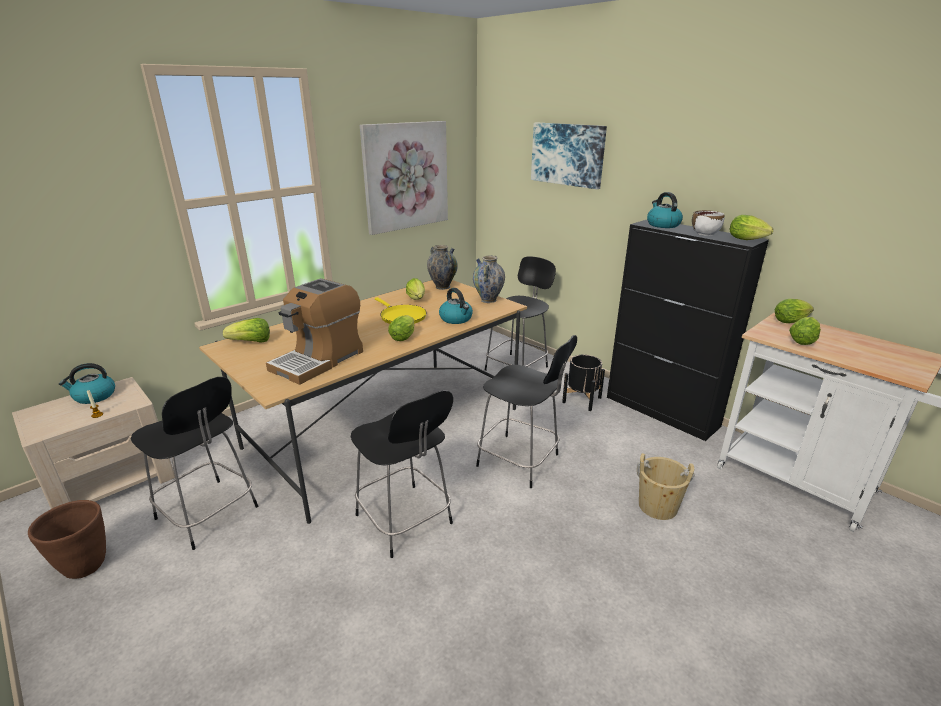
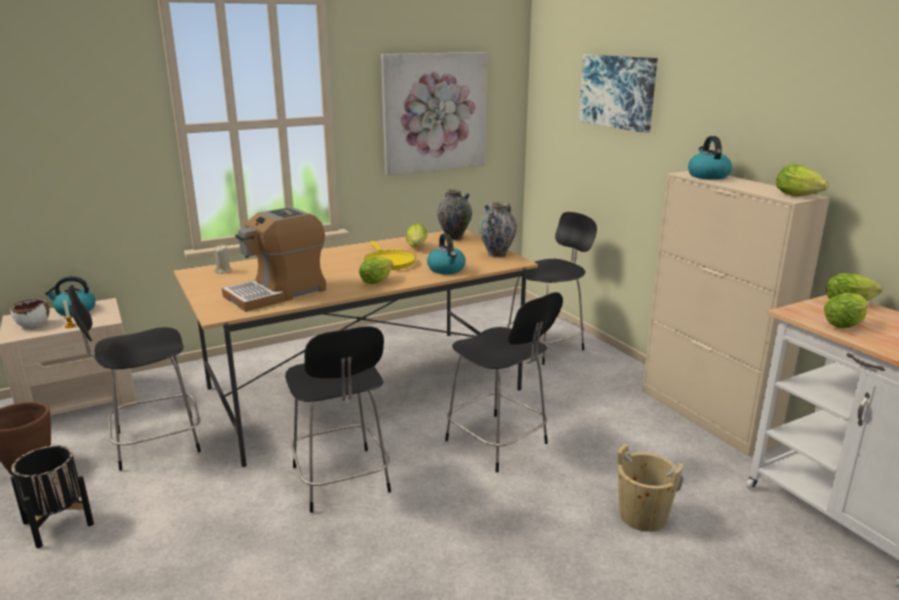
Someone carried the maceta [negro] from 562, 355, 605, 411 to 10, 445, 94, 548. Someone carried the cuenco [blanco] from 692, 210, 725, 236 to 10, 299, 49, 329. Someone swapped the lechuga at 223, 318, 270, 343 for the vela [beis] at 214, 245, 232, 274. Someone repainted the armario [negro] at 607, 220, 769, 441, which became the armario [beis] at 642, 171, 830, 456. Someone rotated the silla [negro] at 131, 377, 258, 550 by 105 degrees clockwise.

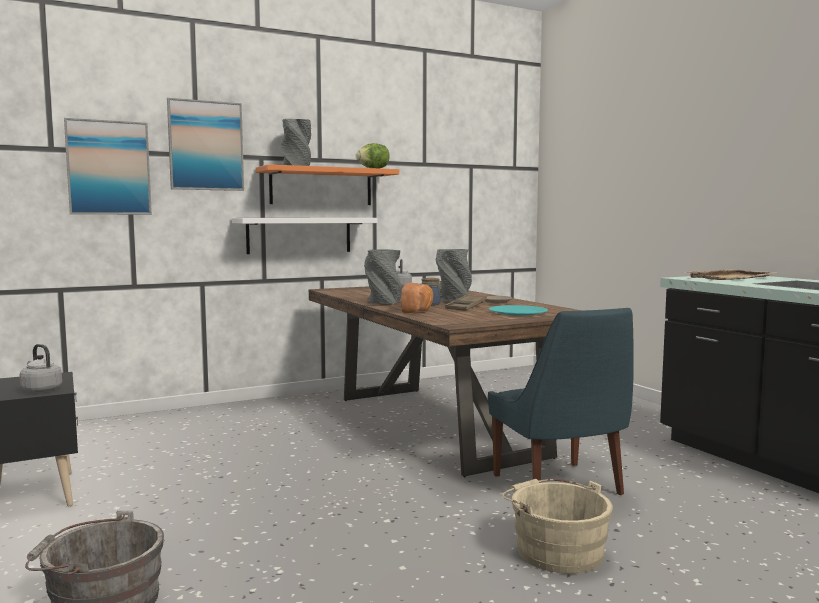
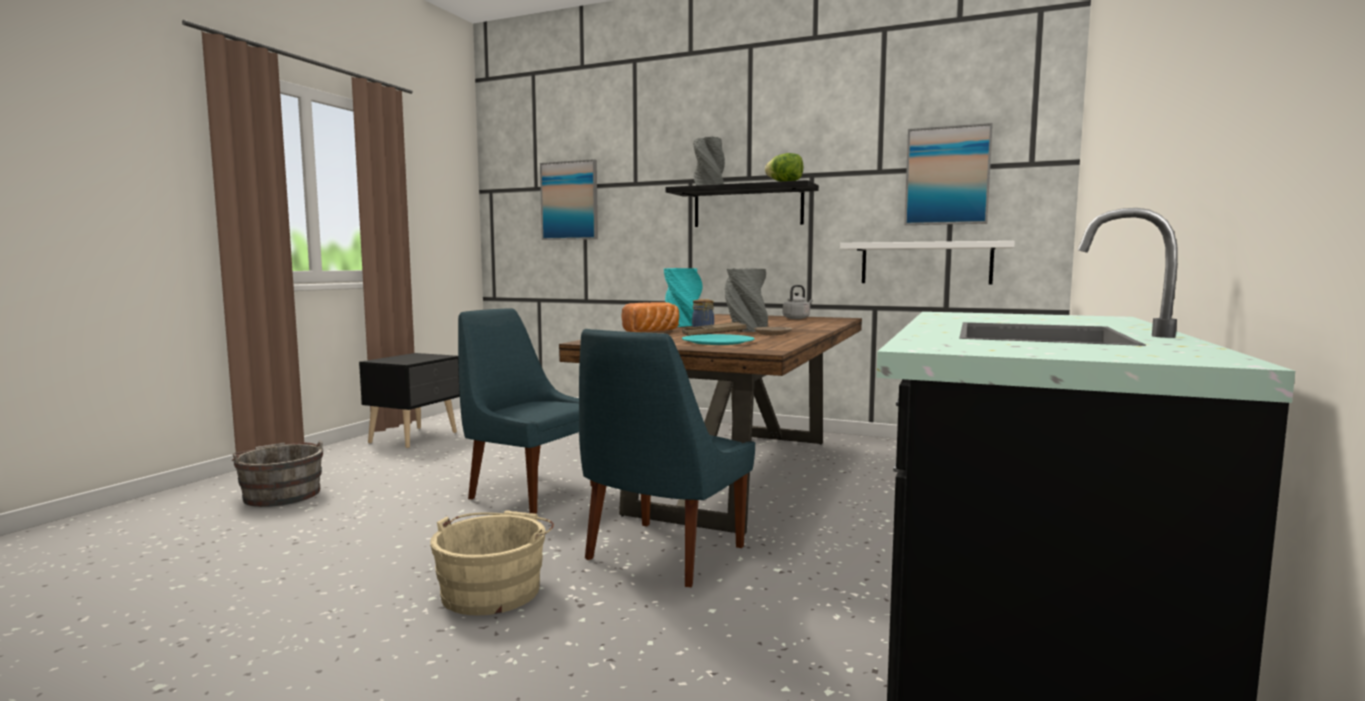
Someone took away the hervidor [gris] at 19, 344, 62, 393. Someone took away the bandeja [beis] at 683, 269, 778, 280. Someone put down the silla [azul] at 458, 308, 593, 514. Someone carried the cuadro from 167, 98, 244, 191 to 904, 123, 993, 225. Someone carried the estante [blanco] from 232, 218, 378, 254 to 840, 241, 1015, 284. Someone repainted the estante [naranja] at 255, 164, 399, 205, which became the estante [negro] at 666, 180, 819, 227. Someone repainted the florero [gris] at 364, 249, 402, 304, which became the florero [turquesa] at 663, 268, 702, 327.

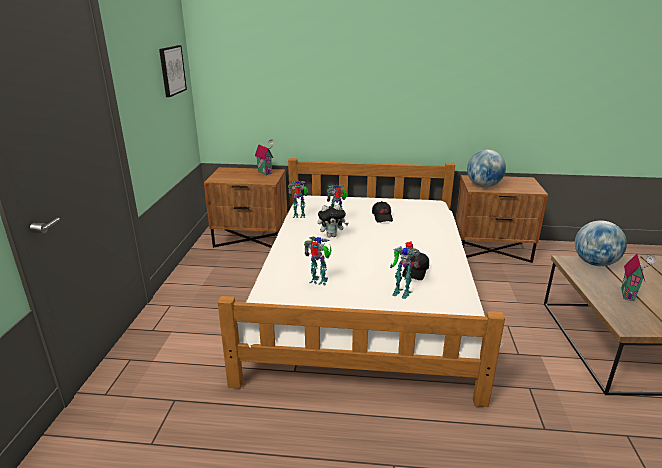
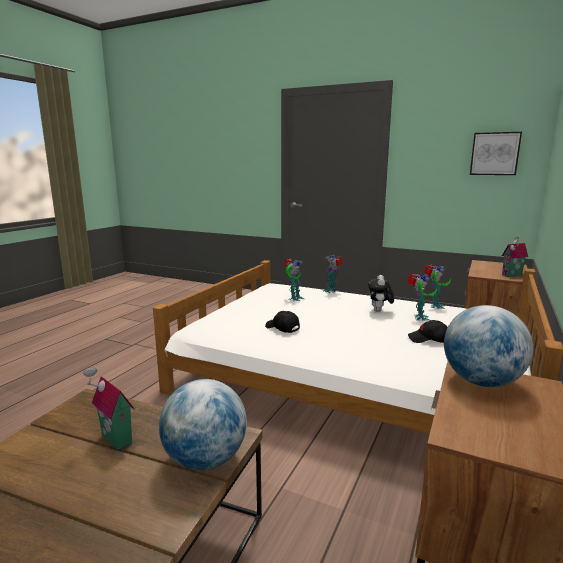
Someone carried the robot de juguete from 390, 241, 420, 299 to 323, 255, 342, 293.

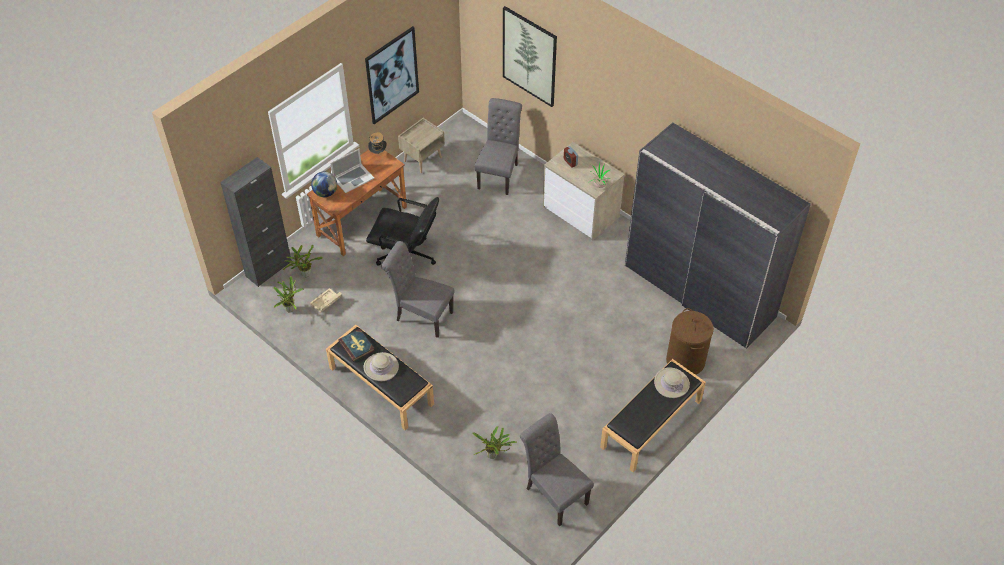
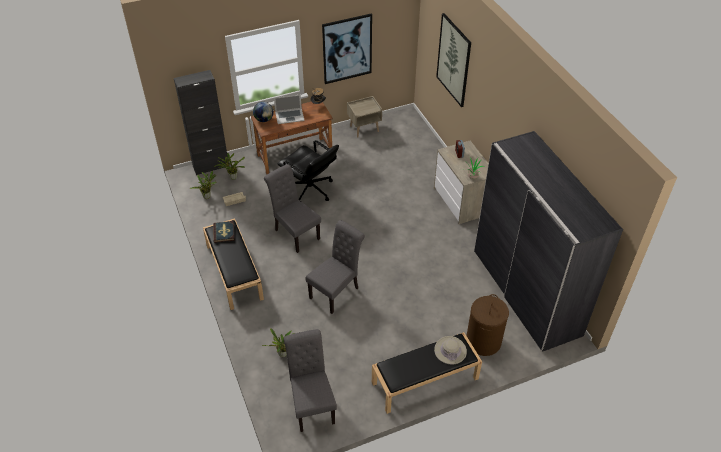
Someone took away the sombrero [beis] at 364, 352, 399, 381. Someone carried the silla [gris] from 475, 98, 522, 195 to 305, 220, 365, 314.

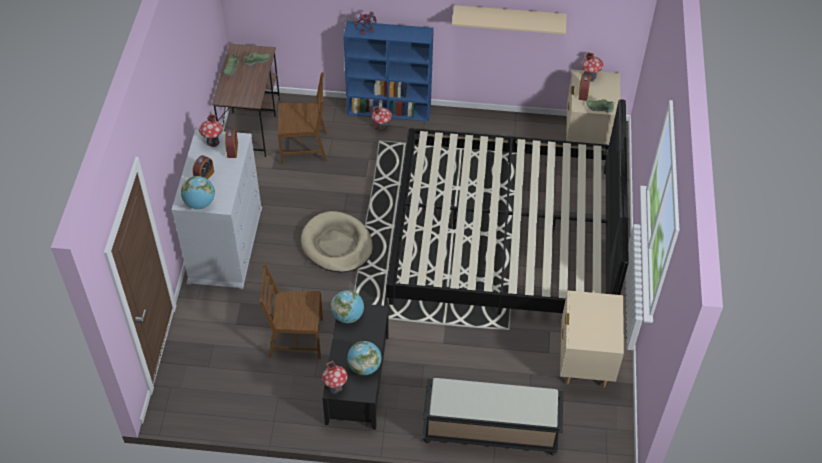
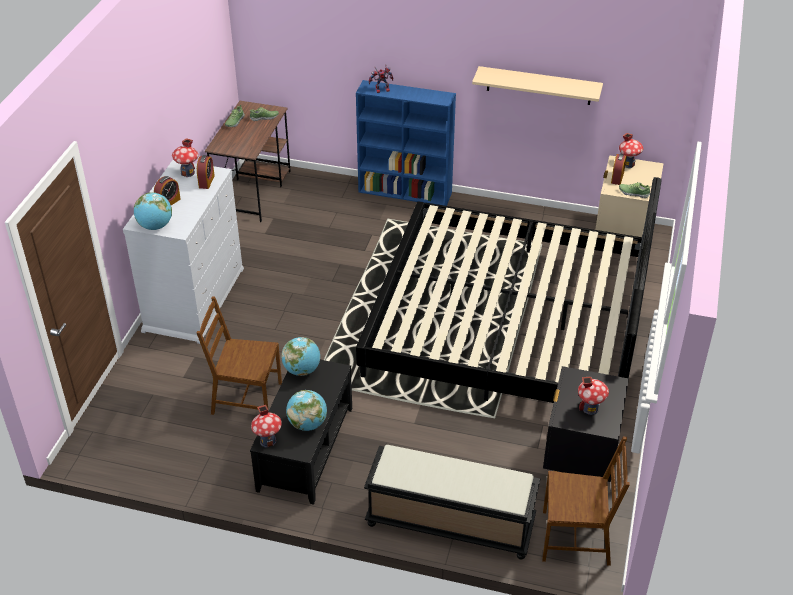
Someone took away the cama para perro [beis] at 301, 211, 373, 272. Someone carried the silla [marrón] from 278, 73, 327, 164 to 542, 437, 630, 566. Someone carried the casita from 372, 106, 392, 131 to 578, 376, 609, 415. Someone repainted the mesita de noche [beis] at 560, 290, 624, 387, which became the mesita de noche [negro] at 543, 366, 629, 482.

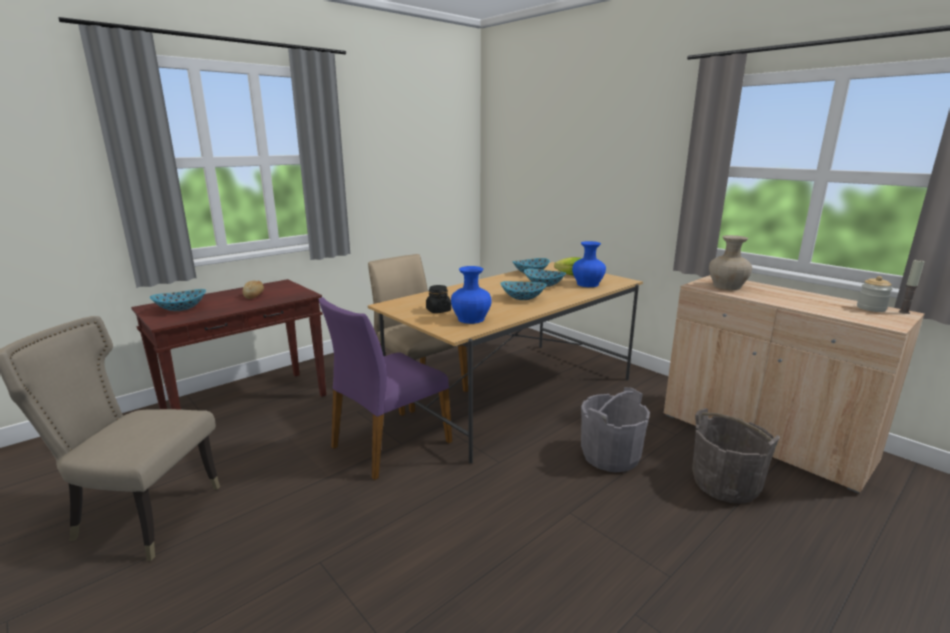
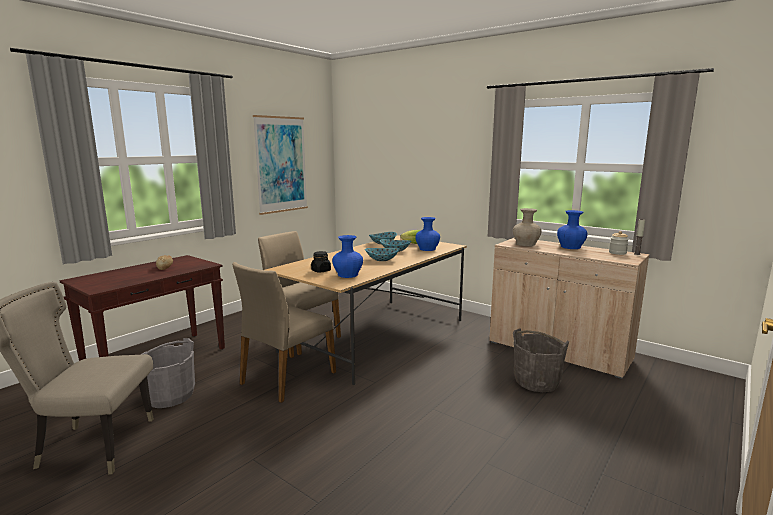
Someone took away the cuenco at 150, 289, 206, 311. Someone put up the cuadro at 253, 115, 308, 215. Someone put down the florero [azul] at 557, 210, 588, 249. Someone carried the cubo [gris] from 581, 387, 650, 472 to 140, 338, 195, 408. Someone repainted the silla [morado] at 319, 297, 452, 480, which became the silla [beis] at 232, 262, 336, 403.

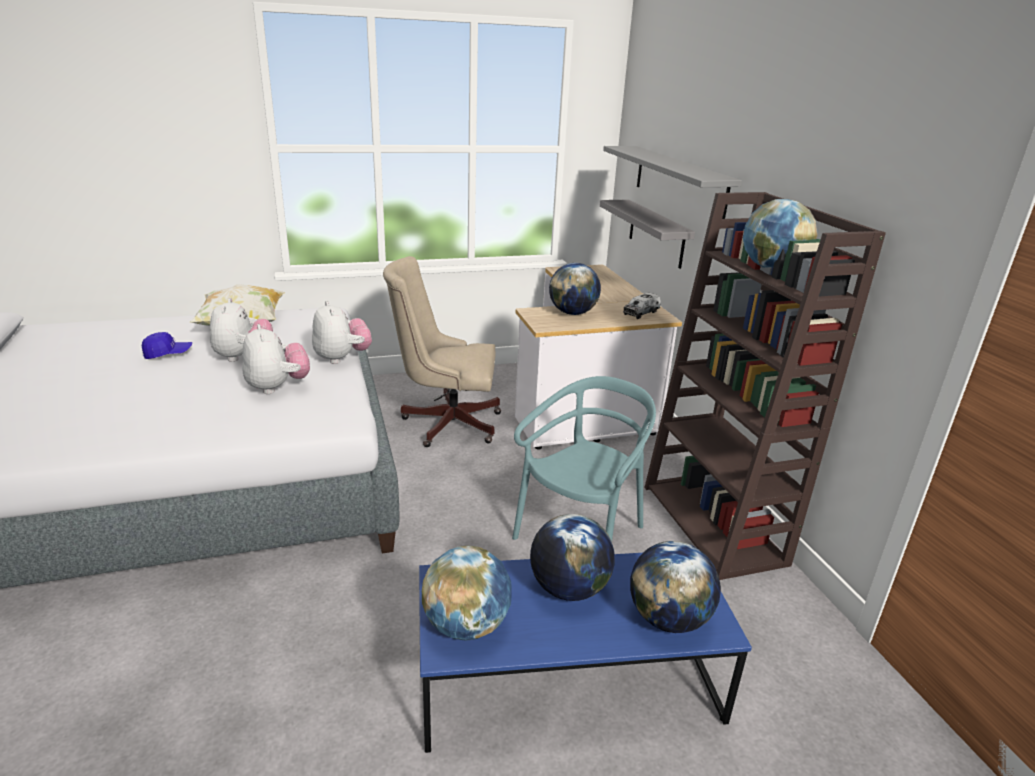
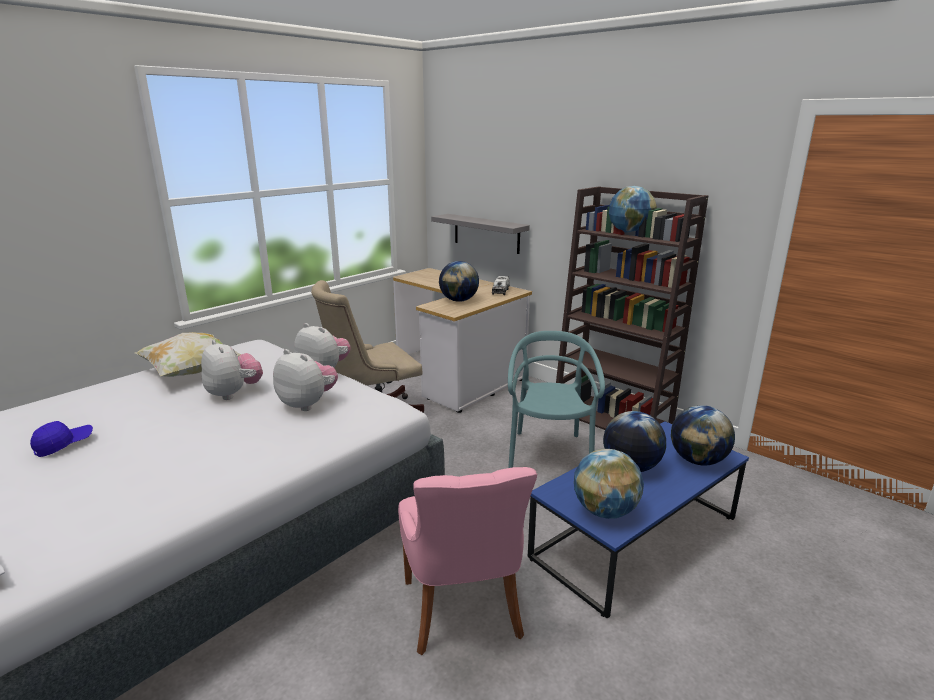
Someone took away the estante [gris] at 603, 146, 742, 219. Someone put down the silla [rosa] at 398, 467, 537, 655. Someone carried the gorra [azul] from 142, 332, 192, 359 to 30, 421, 93, 457.

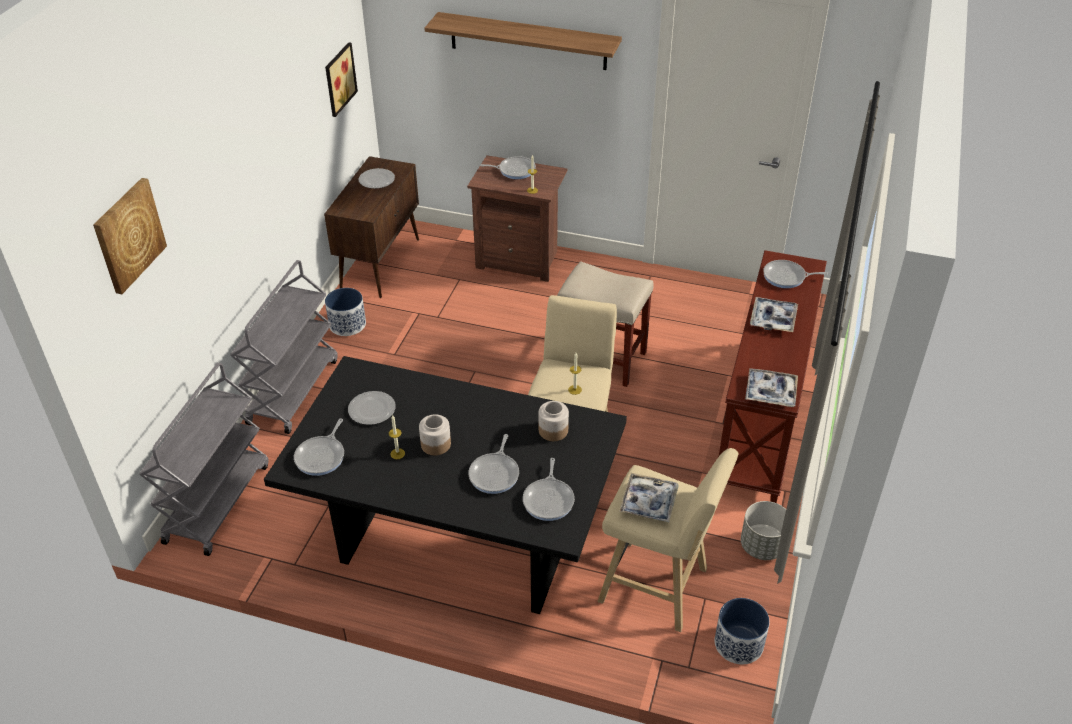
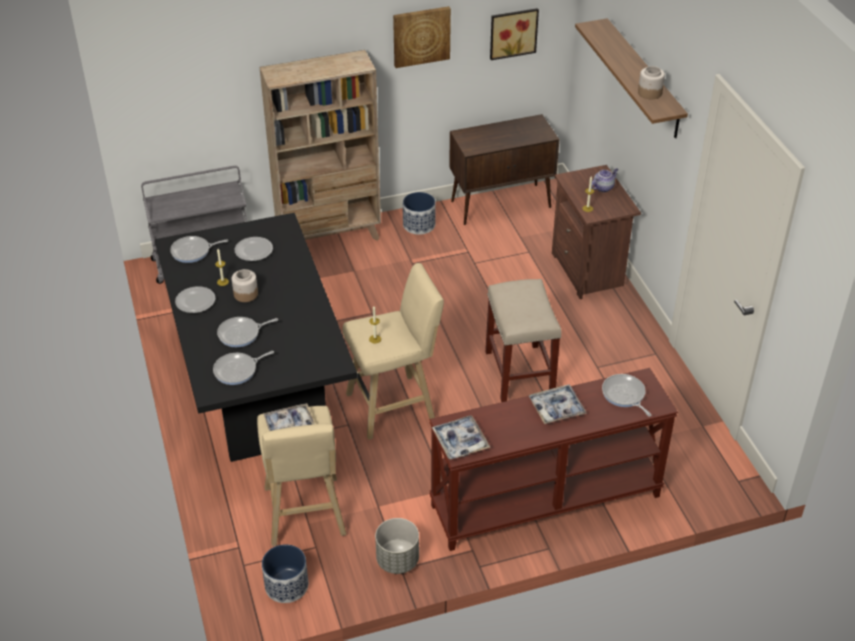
Someone carried the cuadro from 93, 178, 167, 294 to 393, 6, 451, 68. Someone carried the plato from 359, 168, 395, 189 to 175, 286, 215, 313. Someone carried the tarro from 539, 401, 569, 441 to 638, 66, 665, 99. Someone swapped the carrito [gris] at 230, 260, 338, 434 for the estantería [beis] at 260, 50, 381, 241. Someone swapped the sartén at 480, 156, 536, 179 for the tetera at 591, 169, 618, 192.

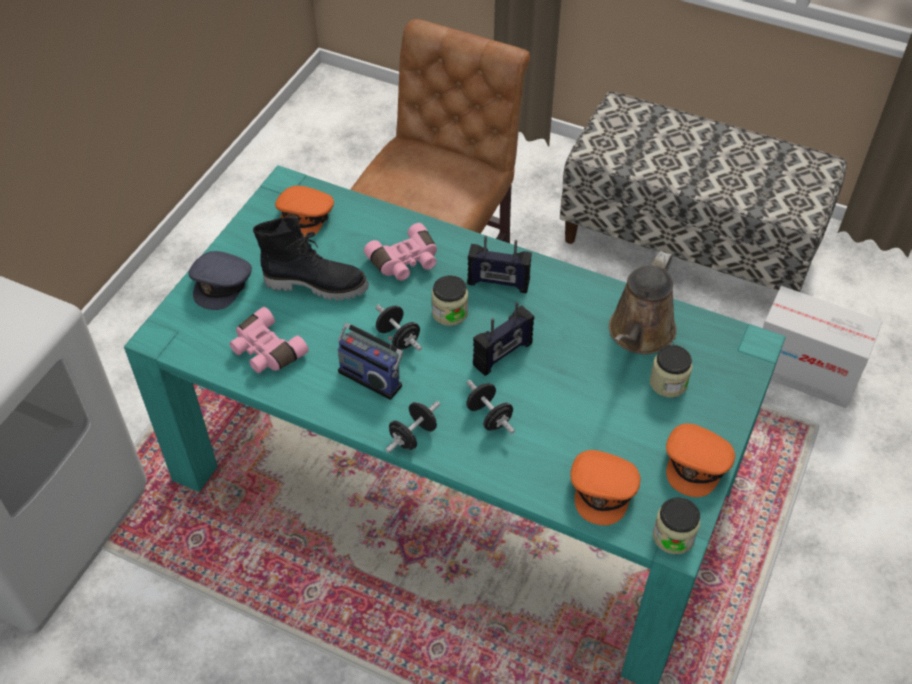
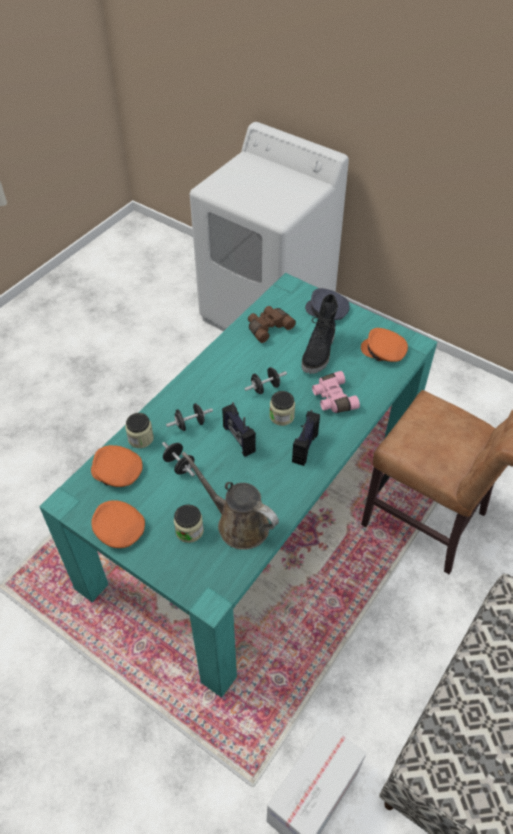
Someone took away the radio at 338, 323, 403, 400. Someone carried the mancuerna [negro] from 386, 401, 440, 453 to 162, 442, 195, 476. Someone carried the tarro from 653, 497, 700, 555 to 125, 413, 154, 448. Someone repainted the prismáticos [rosa] at 229, 307, 309, 373, which became the prismáticos [marrón] at 248, 306, 296, 343.

